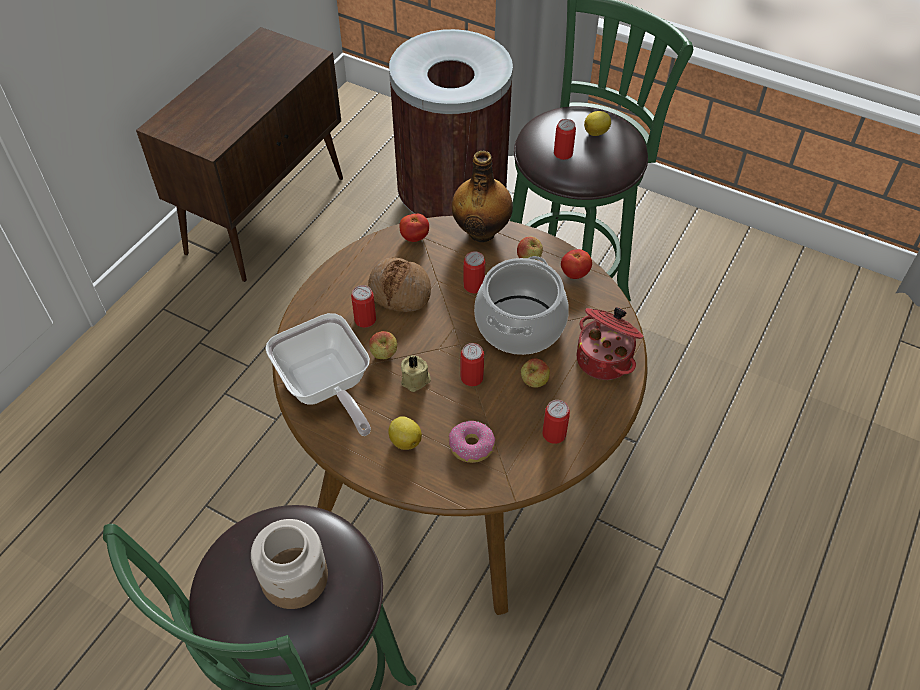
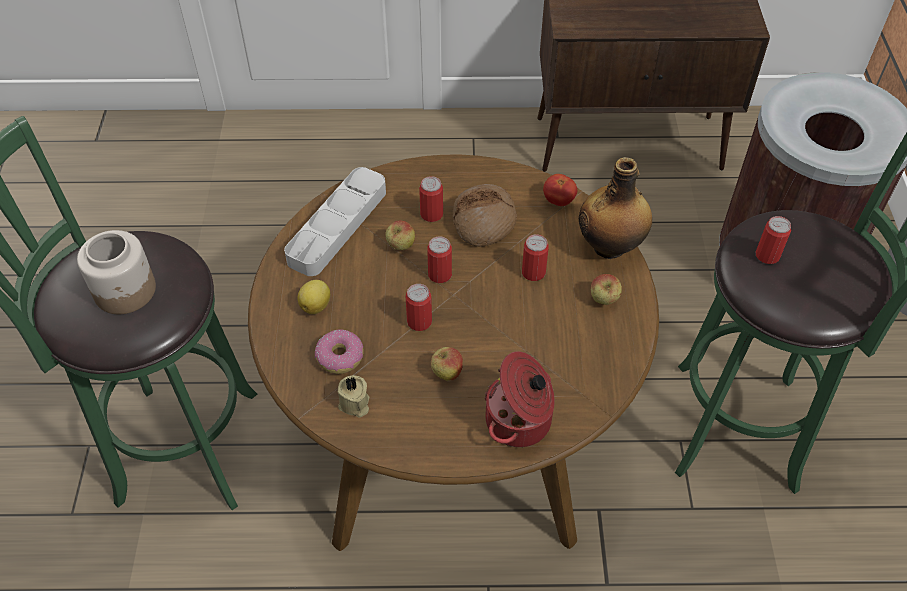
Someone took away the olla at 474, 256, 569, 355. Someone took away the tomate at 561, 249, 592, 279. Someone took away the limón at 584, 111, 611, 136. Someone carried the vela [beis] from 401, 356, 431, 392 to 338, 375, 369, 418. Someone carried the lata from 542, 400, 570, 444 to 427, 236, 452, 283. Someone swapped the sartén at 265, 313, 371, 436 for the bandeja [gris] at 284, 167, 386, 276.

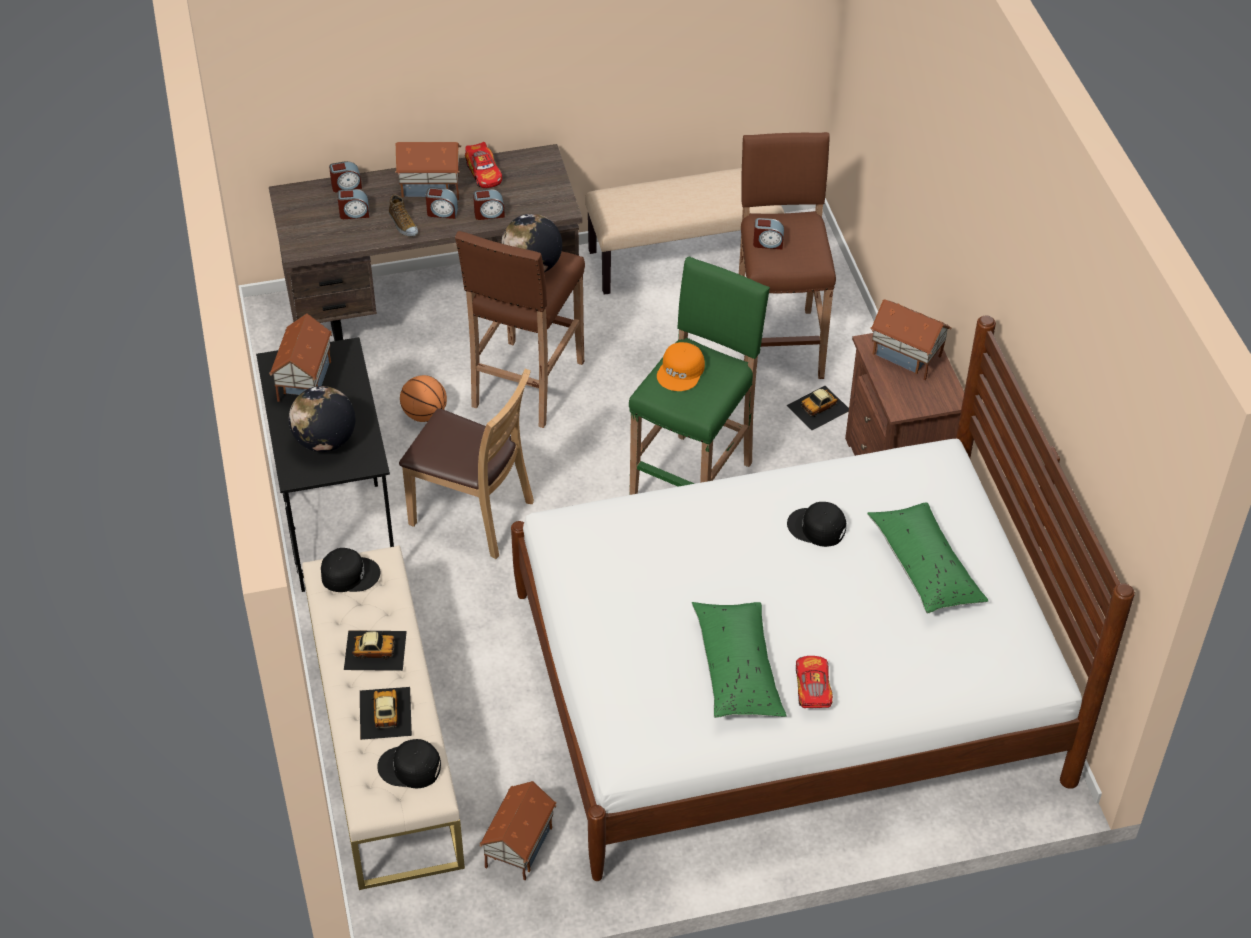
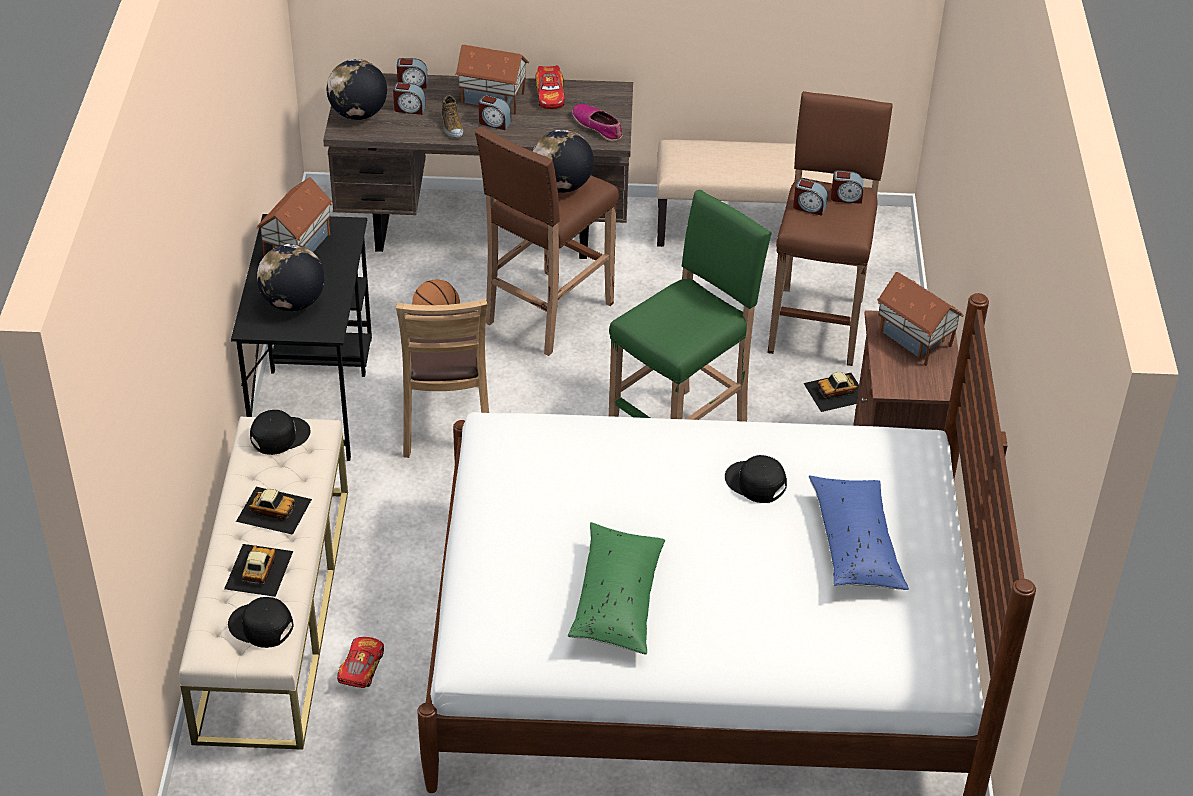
Someone took away the casita at 479, 781, 557, 880. Someone took away the gorra [naranja] at 657, 342, 705, 391. Someone put down the globo terráqueo at 327, 59, 387, 120. Someone put down the zapato at 572, 104, 622, 141. Someone carried the despertador from 473, 189, 505, 220 to 831, 170, 863, 204. Someone carried the coche de juguete from 796, 656, 833, 708 to 337, 637, 384, 688. Someone repainted the cojín [verde] at 867, 502, 988, 614, which became the cojín [azul] at 809, 475, 909, 590. Someone rotated the gorra [negro] at 321, 548, 380, 592 by 45 degrees counterclockwise. Someone rotated the silla [marrón] at 399, 369, 534, 559 by 45 degrees clockwise.

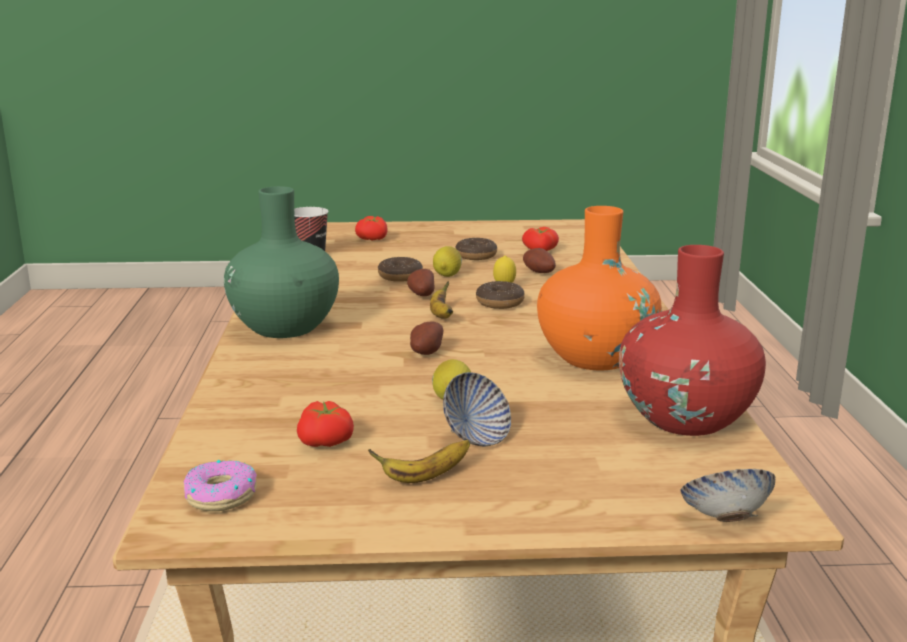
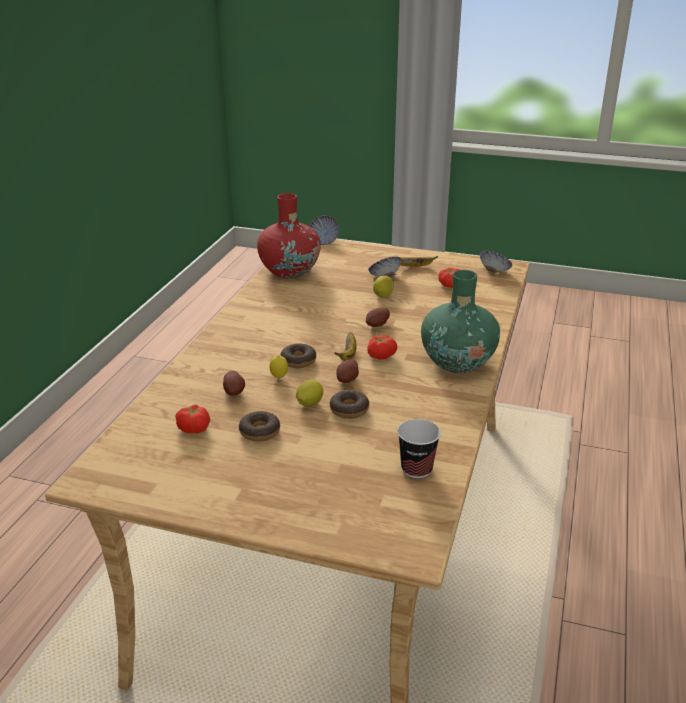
Someone took away the florero [naranja] at 537, 206, 662, 370. Someone carried the tomate from 355, 216, 388, 240 to 367, 335, 397, 360. Someone swapped the rosquilla at 184, 460, 257, 511 for the cuenco at 480, 251, 512, 273.

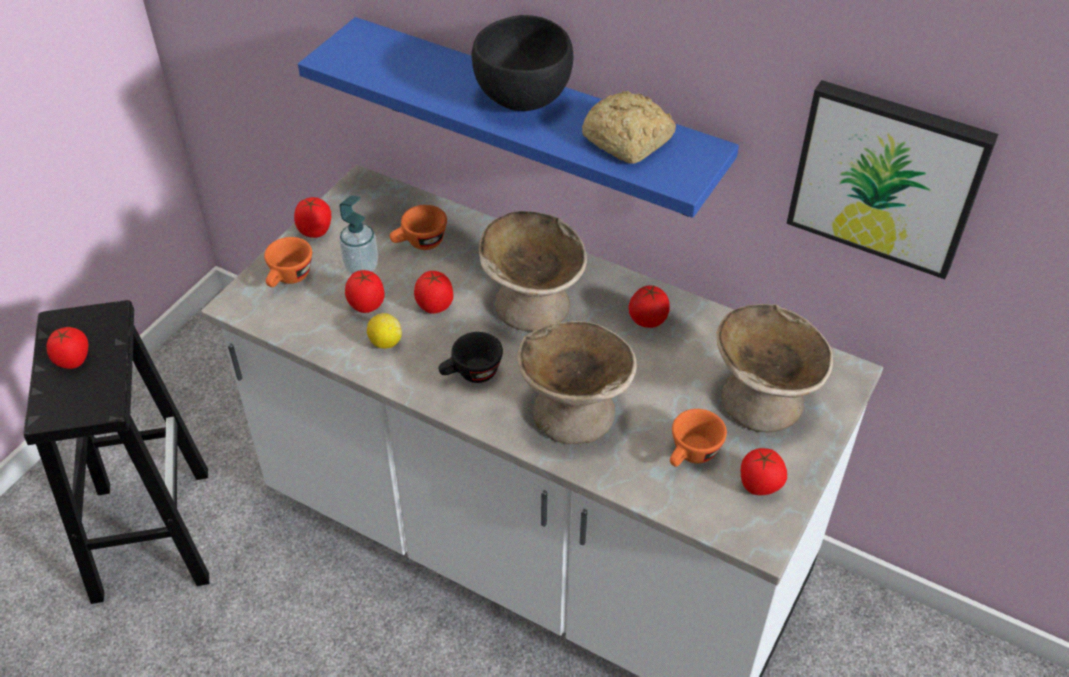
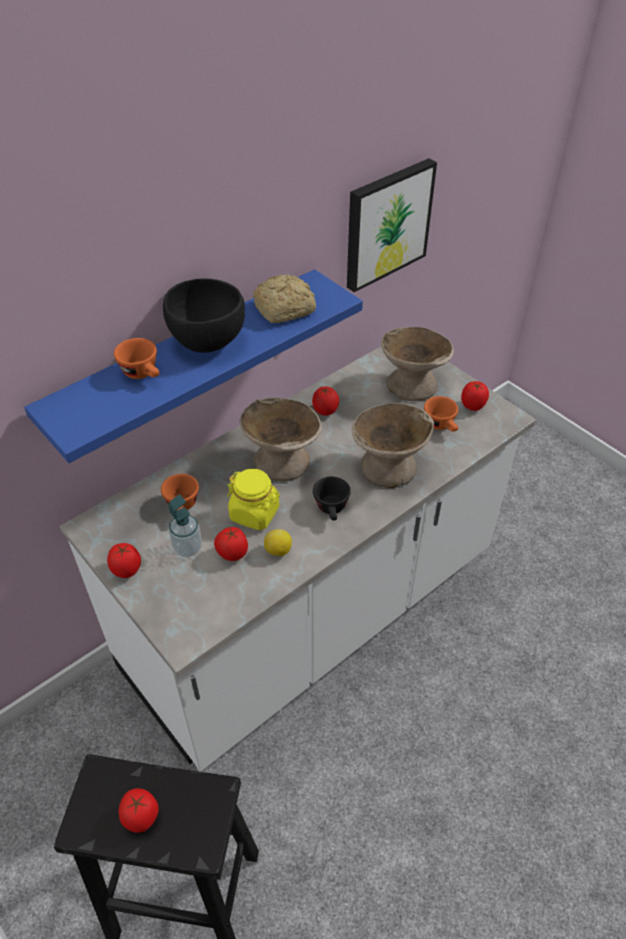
Someone carried the taza [naranja] from 264, 237, 312, 287 to 114, 338, 159, 379. Someone swapped the tomate at 414, 271, 453, 314 for the tarro [amarillo] at 227, 469, 280, 530.

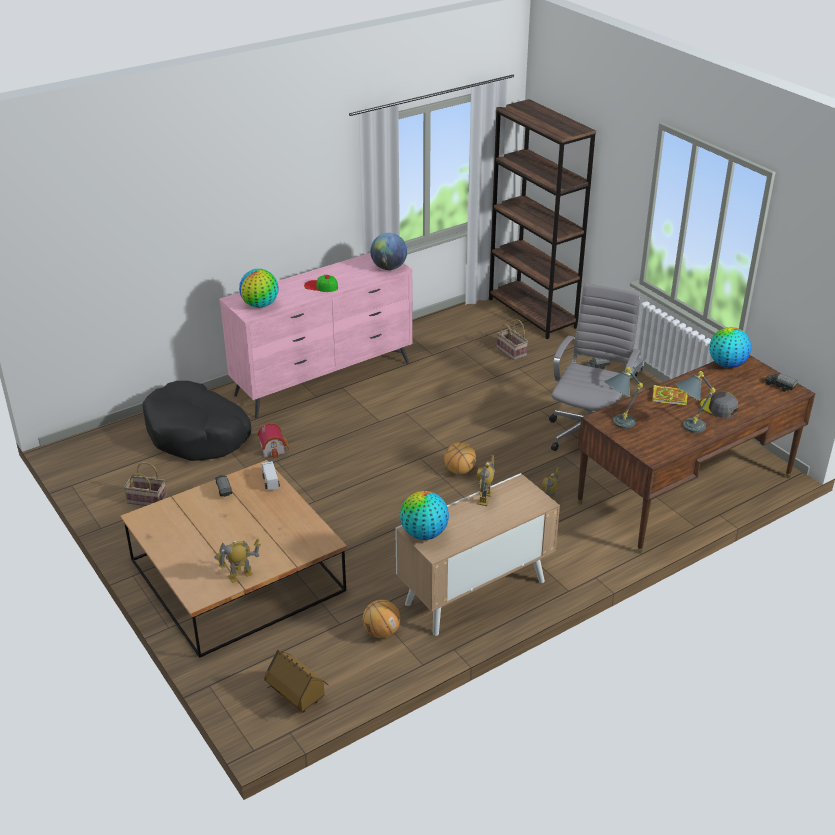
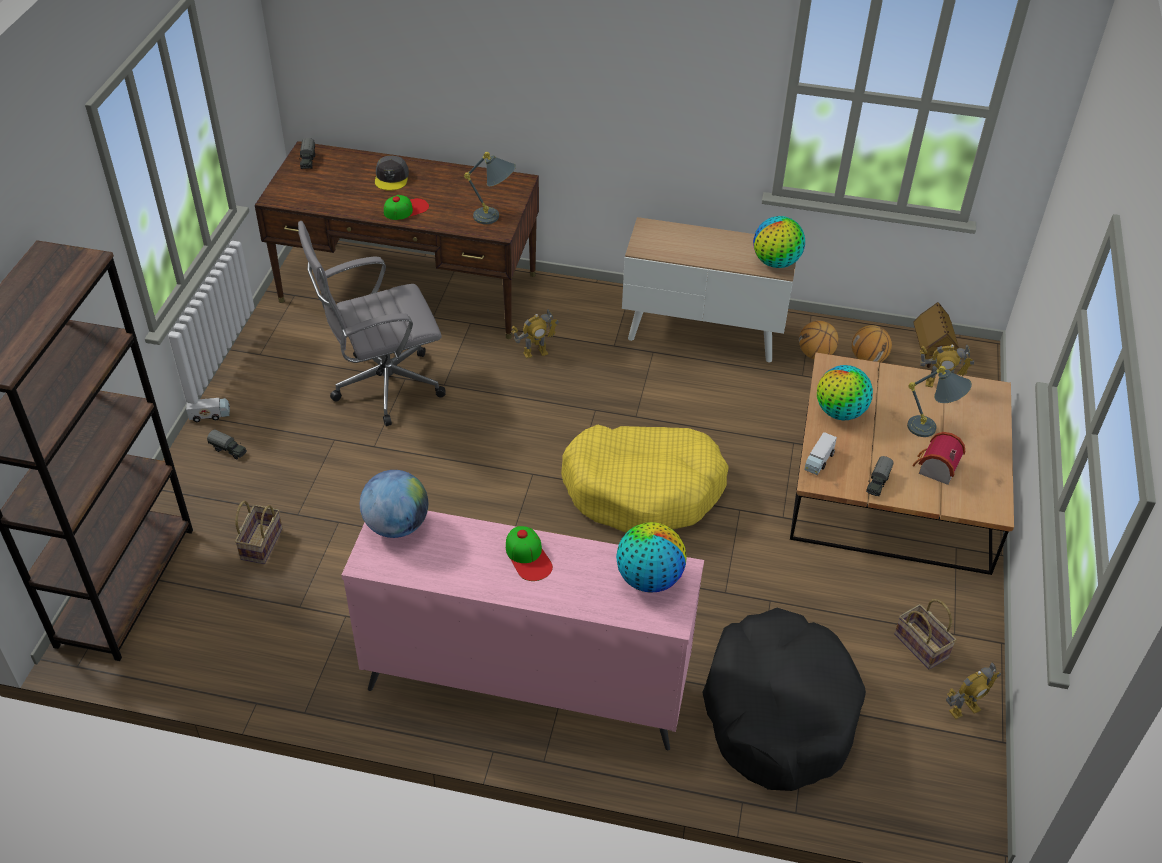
Someone put down the cama para perro [amarillo] at 561, 425, 729, 533. Someone carried the casita from 258, 423, 290, 459 to 912, 432, 966, 485. Someone carried the balón de baloncesto from 444, 442, 476, 474 to 852, 325, 892, 363. Someone carried the robot de juguete from 476, 455, 495, 506 to 946, 662, 1001, 719. Someone carried the lámpara de mesa [gris] from 675, 371, 716, 433 to 907, 366, 972, 437. Someone carried the globo terráqueo from 709, 327, 751, 368 to 817, 365, 873, 420. Someone swapped the libro at 652, 385, 687, 405 for the gorra at 384, 195, 429, 220.

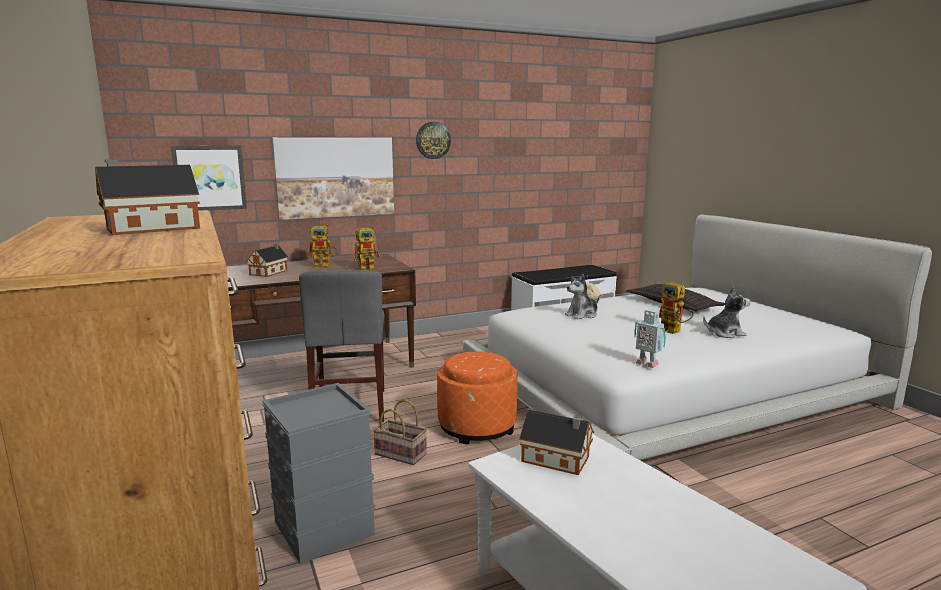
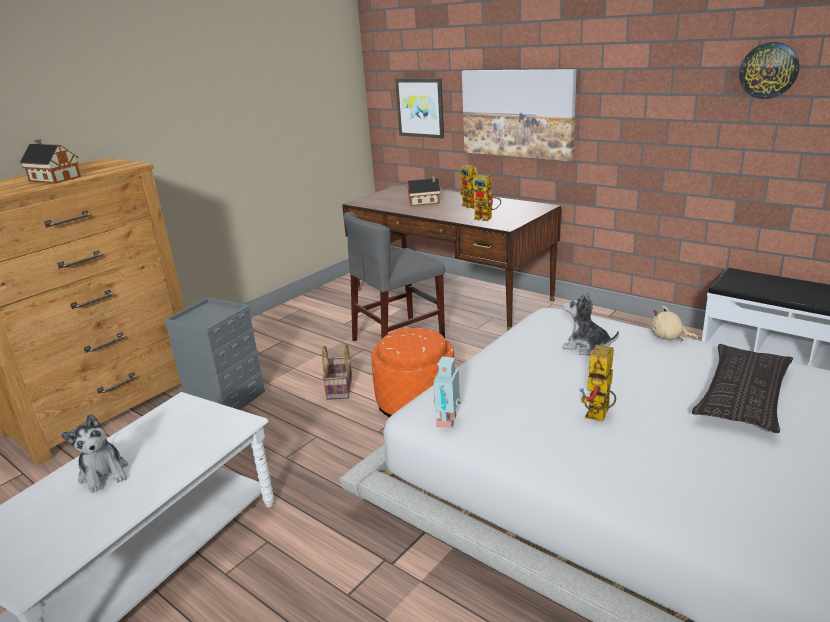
Someone took away the casita at 519, 410, 594, 475. Someone carried the reloj de pared from 416, 122, 451, 159 to 739, 42, 799, 99. Someone carried the peluche from 703, 287, 750, 338 to 61, 414, 128, 493.

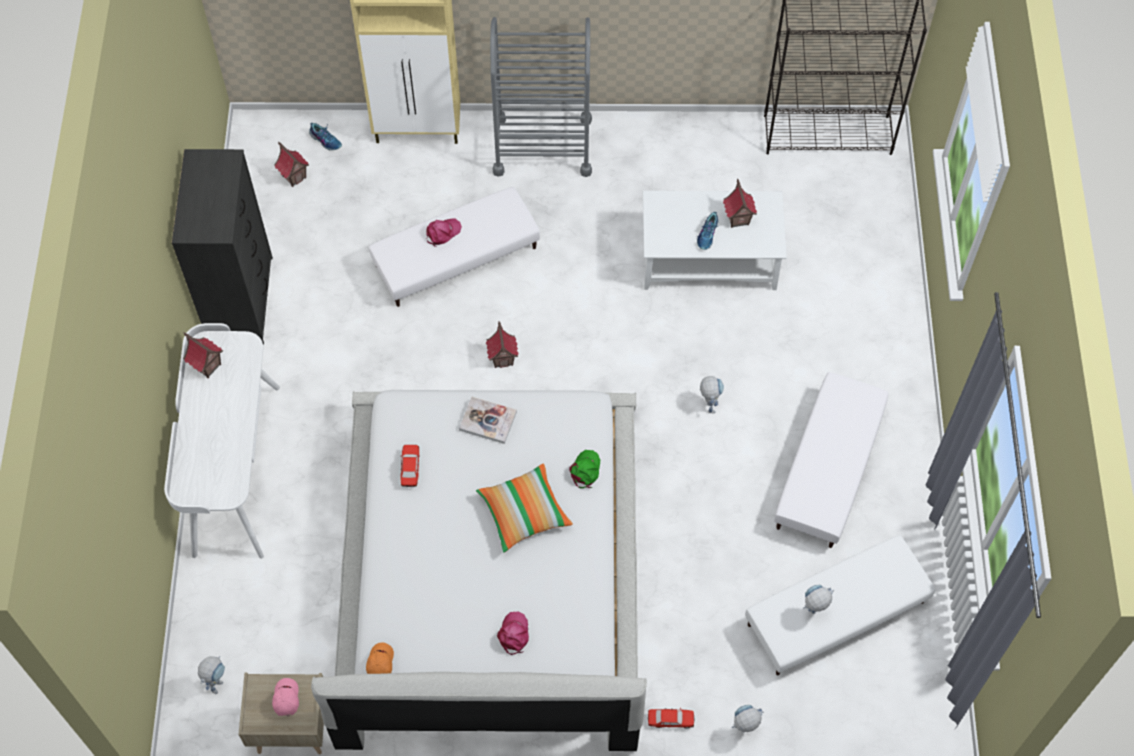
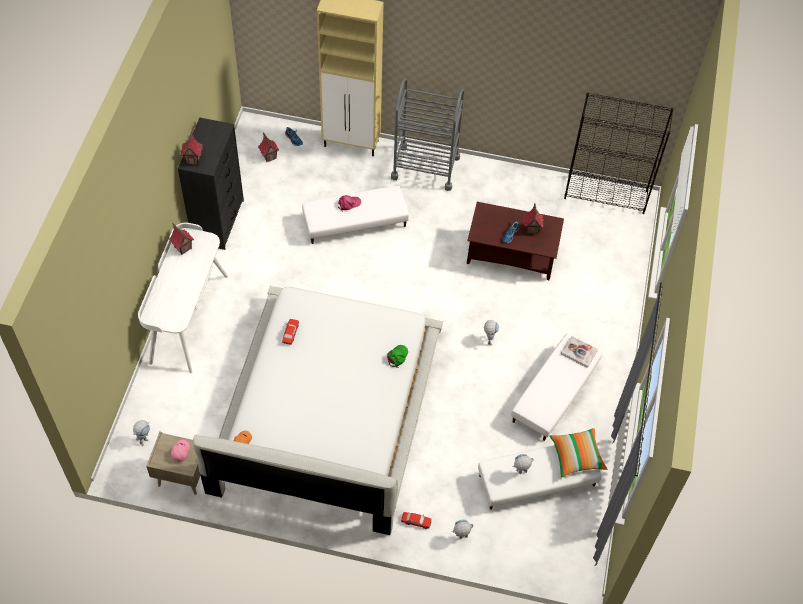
Someone took away the gorra [rosa] at 497, 612, 529, 655. Someone carried the libro from 459, 397, 517, 444 to 561, 336, 598, 368. Someone carried the cojín from 476, 463, 573, 553 to 549, 428, 607, 478. Someone carried the casita from 486, 321, 519, 368 to 181, 131, 203, 165. Someone repainted the mesa de centro [blanco] at 643, 191, 787, 290, which became the mesa de centro [marrón] at 467, 202, 564, 280.

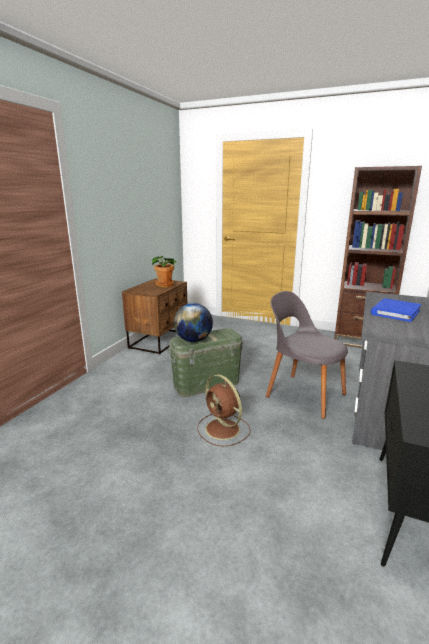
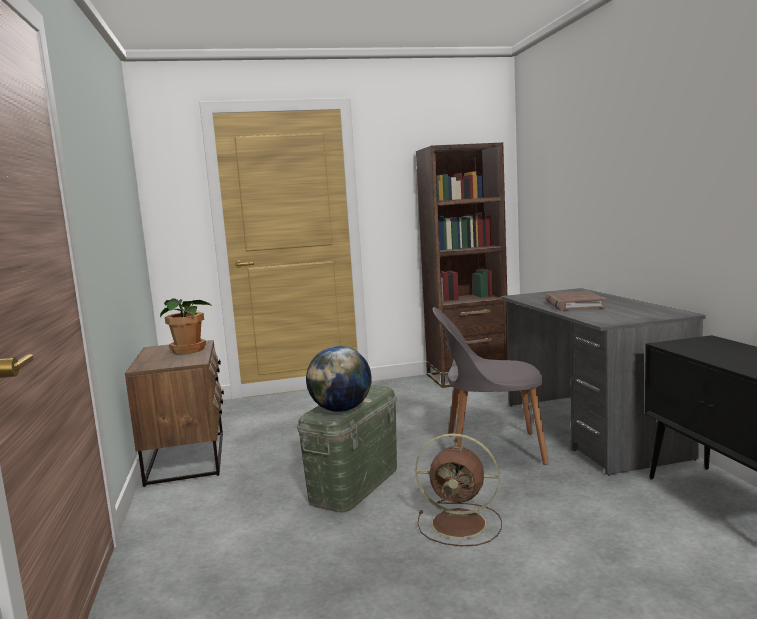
Someone repainted the libro [azul] at 371, 298, 421, 322, which became the libro [marrón] at 545, 291, 606, 311.

